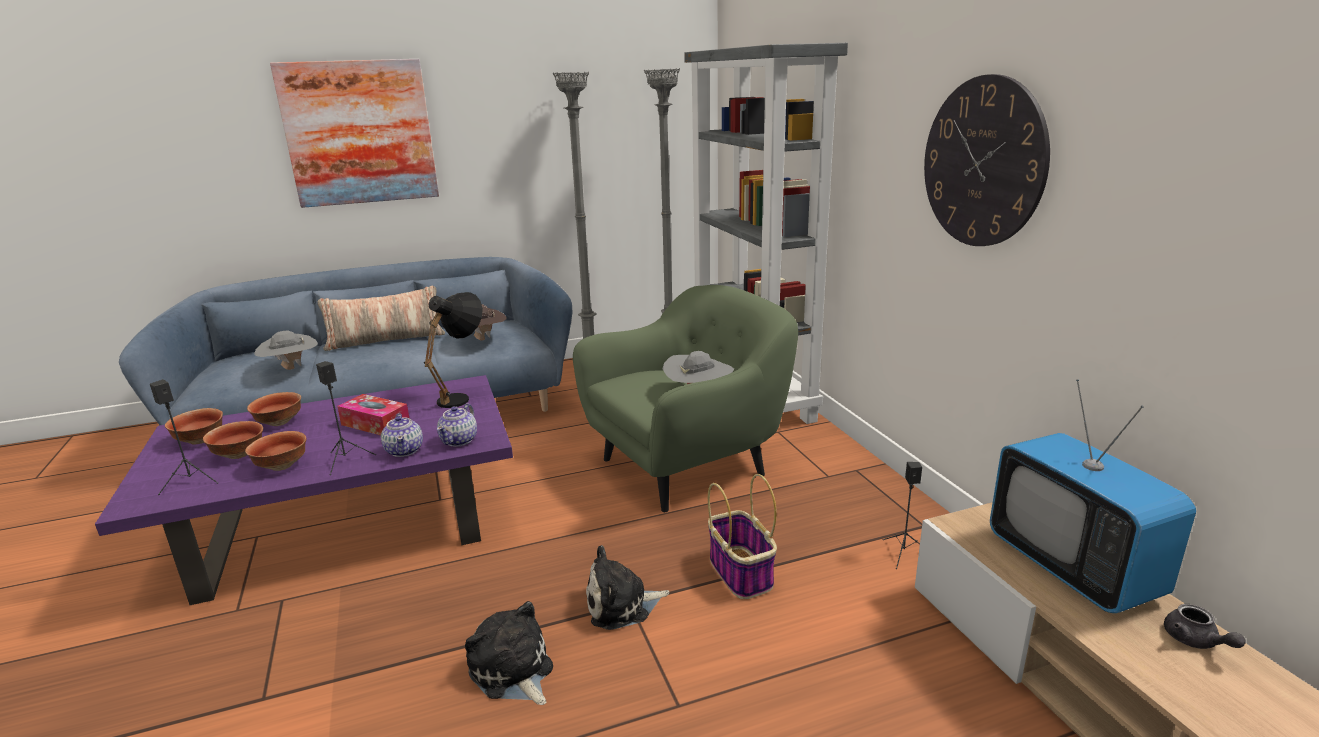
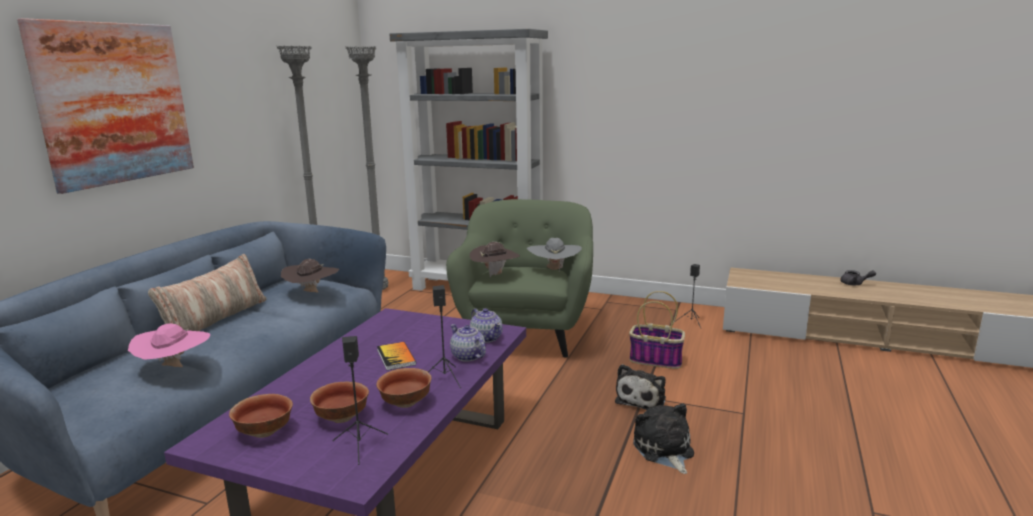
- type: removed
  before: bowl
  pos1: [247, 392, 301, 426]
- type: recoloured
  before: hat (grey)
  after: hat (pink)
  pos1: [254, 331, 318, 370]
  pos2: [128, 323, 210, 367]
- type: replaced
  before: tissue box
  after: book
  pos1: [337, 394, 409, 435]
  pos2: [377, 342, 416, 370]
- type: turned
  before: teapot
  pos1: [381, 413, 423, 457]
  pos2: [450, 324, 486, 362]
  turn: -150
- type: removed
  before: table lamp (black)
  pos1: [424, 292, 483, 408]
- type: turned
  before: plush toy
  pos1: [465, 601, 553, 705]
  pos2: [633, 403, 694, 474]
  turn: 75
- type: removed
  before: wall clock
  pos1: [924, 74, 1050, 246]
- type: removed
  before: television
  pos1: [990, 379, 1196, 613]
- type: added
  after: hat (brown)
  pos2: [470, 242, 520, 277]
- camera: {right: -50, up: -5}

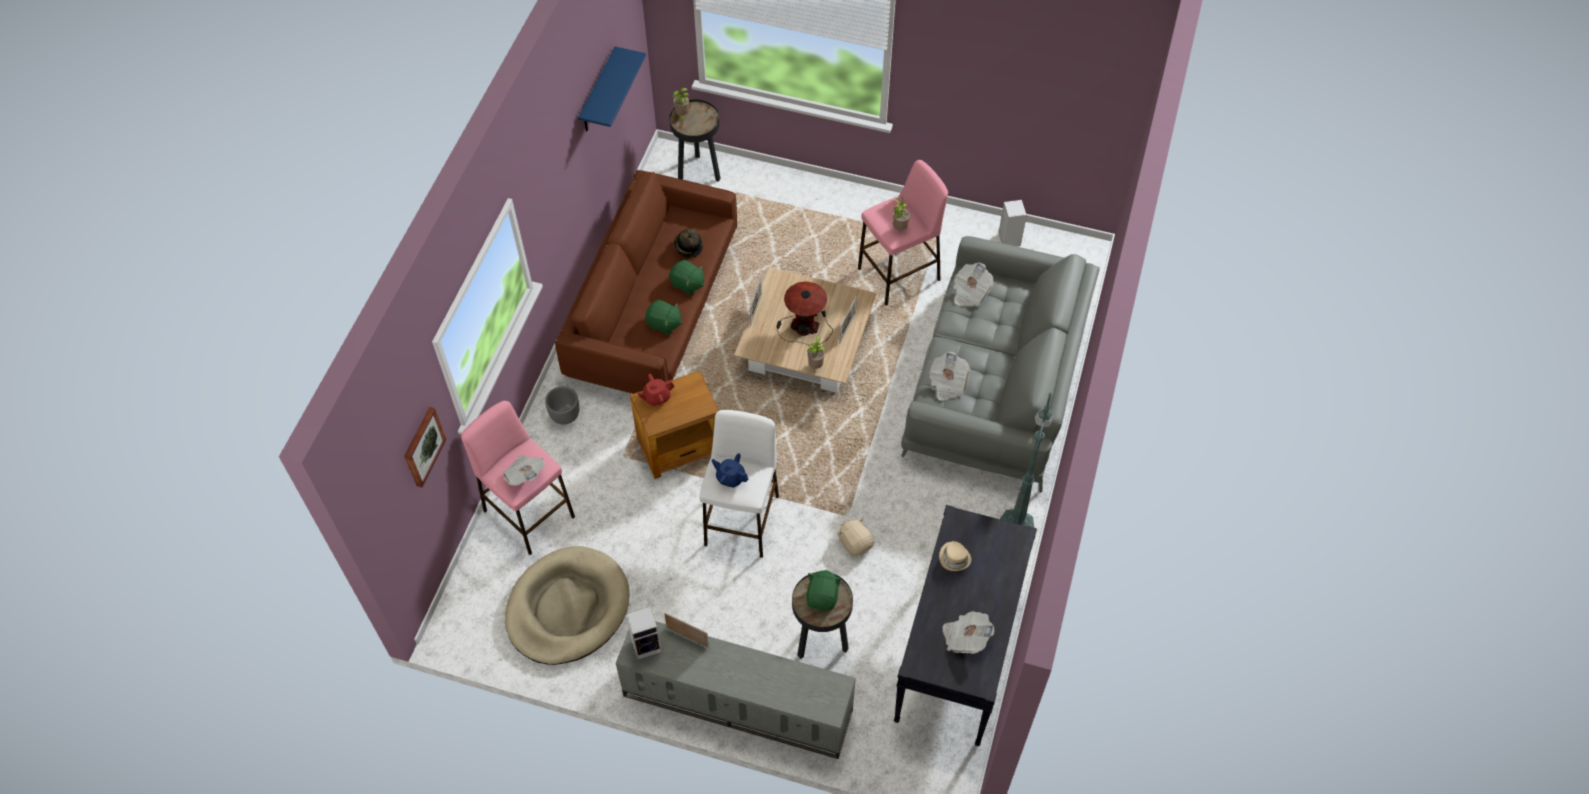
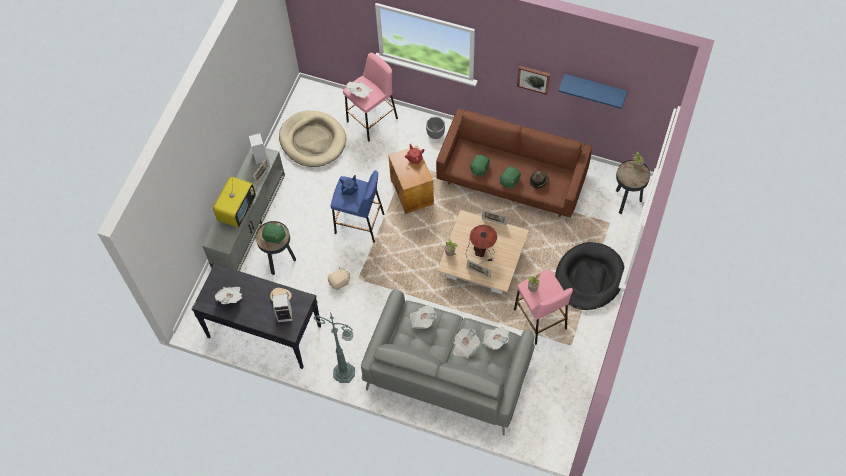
- type: moved
  before: picture
  pos1: [404, 407, 446, 488]
  pos2: [517, 65, 550, 95]
- type: recoloured
  before: stool (white)
  after: stool (blue)
  pos1: [699, 410, 779, 558]
  pos2: [331, 170, 384, 243]
- type: moved
  before: speaker
  pos1: [999, 200, 1027, 246]
  pos2: [273, 294, 292, 322]
- type: added
  after: television
  pos2: [213, 177, 256, 227]
- type: added
  after: newspaper
  pos2: [453, 329, 480, 358]
- type: added
  after: dog bed (black)
  pos2: [555, 242, 625, 310]
- camera: {right: 95, up: 5}

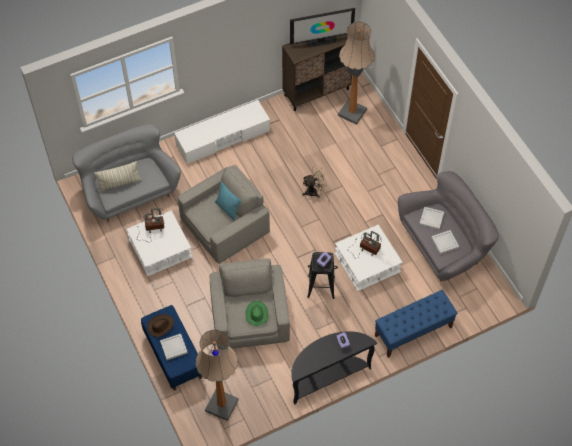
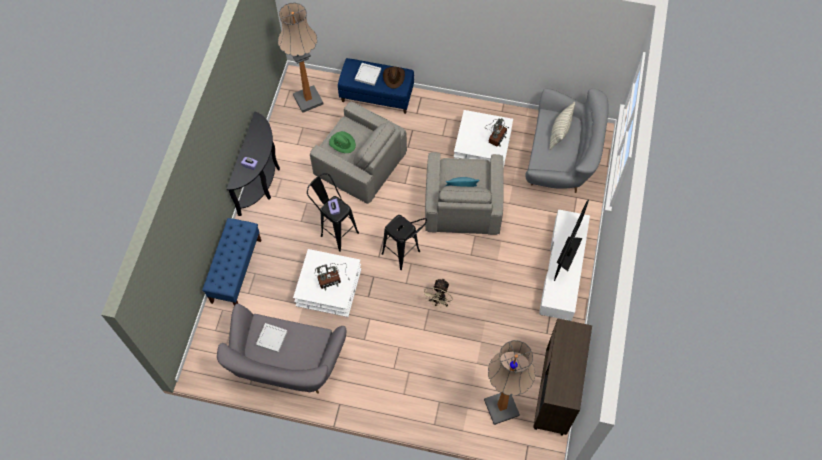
- type: moved
  before: television
  pos1: [290, 8, 355, 47]
  pos2: [554, 199, 589, 281]
- type: removed
  before: tray (white)
  pos1: [419, 207, 444, 230]
- type: added
  after: stool (black)
  pos2: [382, 215, 427, 270]
- camera: {right: 130, up: 5}

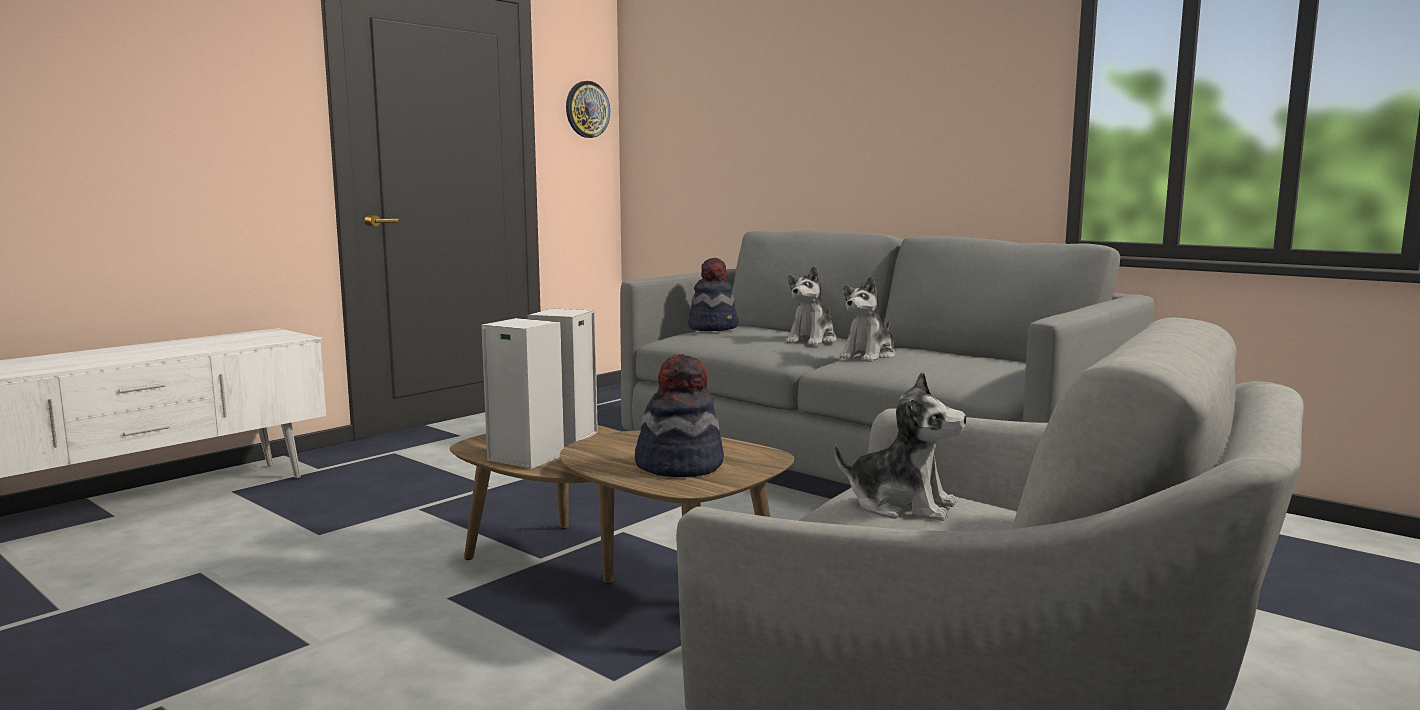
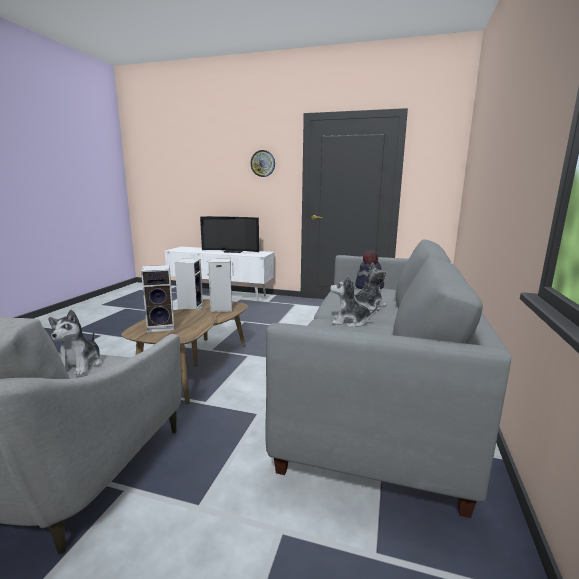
- type: moved
  before: wall clock
  pos1: [566, 81, 610, 138]
  pos2: [251, 150, 275, 177]
- type: replaced
  before: hat
  after: speaker
  pos1: [635, 354, 724, 477]
  pos2: [141, 265, 174, 333]
- type: turned
  before: plush toy
  pos1: [786, 266, 837, 346]
  pos2: [354, 262, 386, 311]
  turn: 135
- type: added
  after: television
  pos2: [200, 216, 259, 253]
- camera: {right: 65, up: 5}

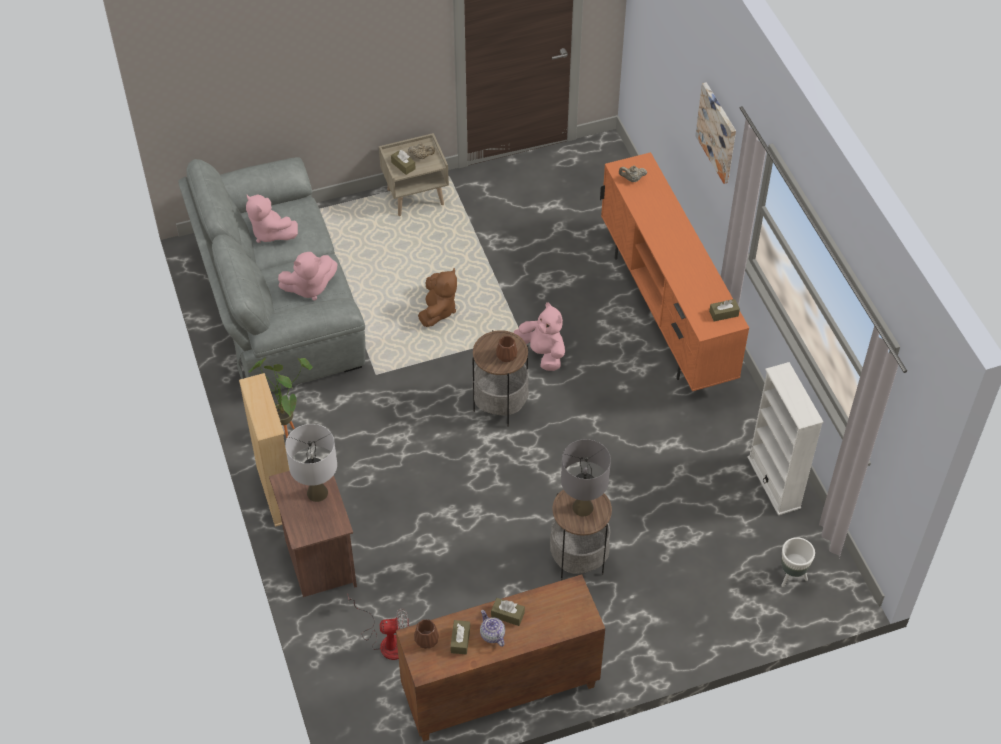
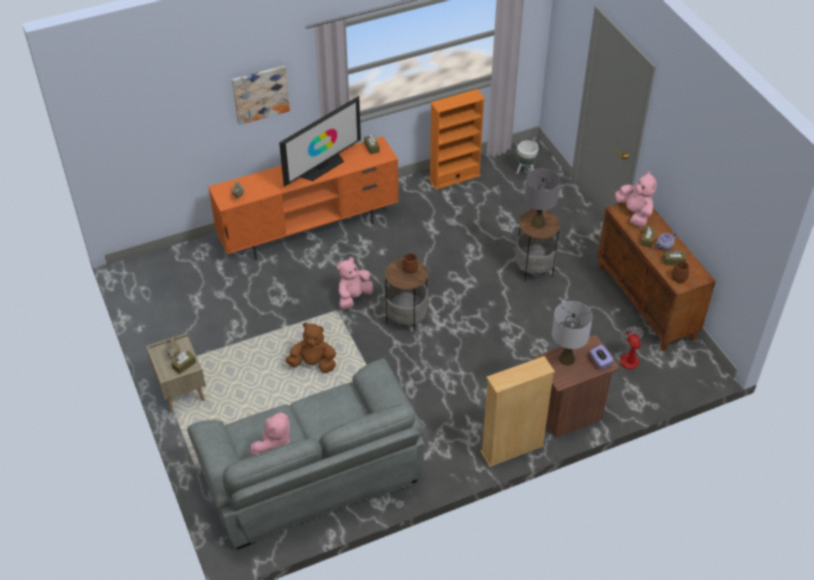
- type: removed
  before: potted plant
  pos1: [248, 357, 312, 439]
- type: moved
  before: plush toy (pink)
  pos1: [278, 252, 338, 301]
  pos2: [615, 170, 657, 227]
- type: recoloured
  before: bookcase (white)
  after: bookcase (orange)
  pos1: [747, 362, 824, 515]
  pos2: [429, 89, 485, 190]
- type: added
  after: television
  pos2: [279, 96, 361, 187]
- type: added
  after: tissue box (purple)
  pos2: [590, 344, 614, 370]
- camera: {right: -95, up: -5}

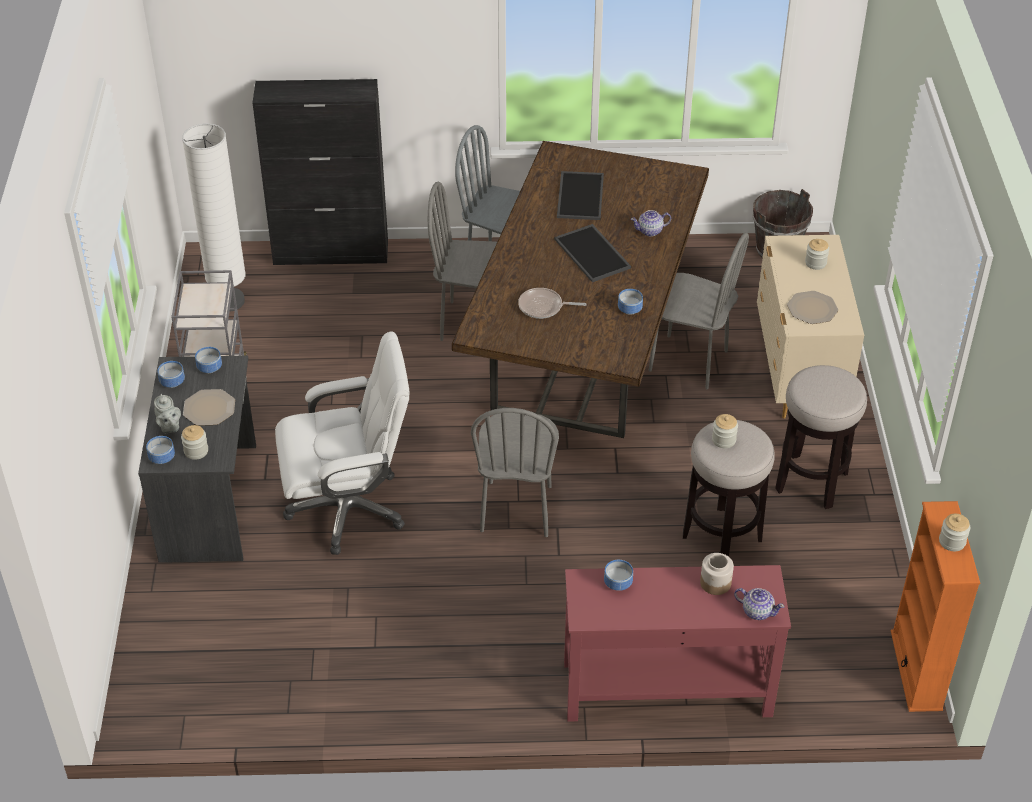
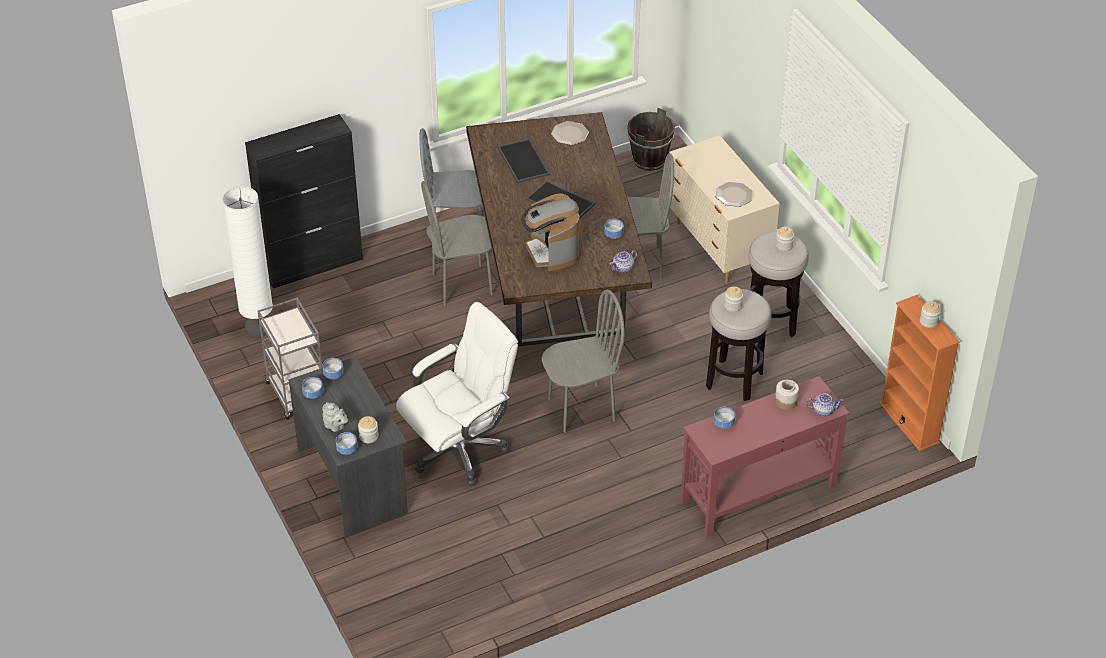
- type: moved
  before: plate
  pos1: [183, 389, 235, 426]
  pos2: [551, 121, 589, 145]
- type: turned
  before: chair (grey)
  pos1: [471, 408, 559, 537]
  pos2: [541, 290, 625, 433]
  turn: -90
- type: replaced
  before: frying pan
  after: coffee machine
  pos1: [518, 288, 587, 319]
  pos2: [522, 193, 580, 271]
- type: moved
  before: teapot
  pos1: [631, 210, 671, 236]
  pos2: [610, 250, 637, 273]
- type: moved
  before: jar
  pos1: [805, 239, 829, 270]
  pos2: [776, 227, 794, 252]
- camera: {right: -25, up: 0}

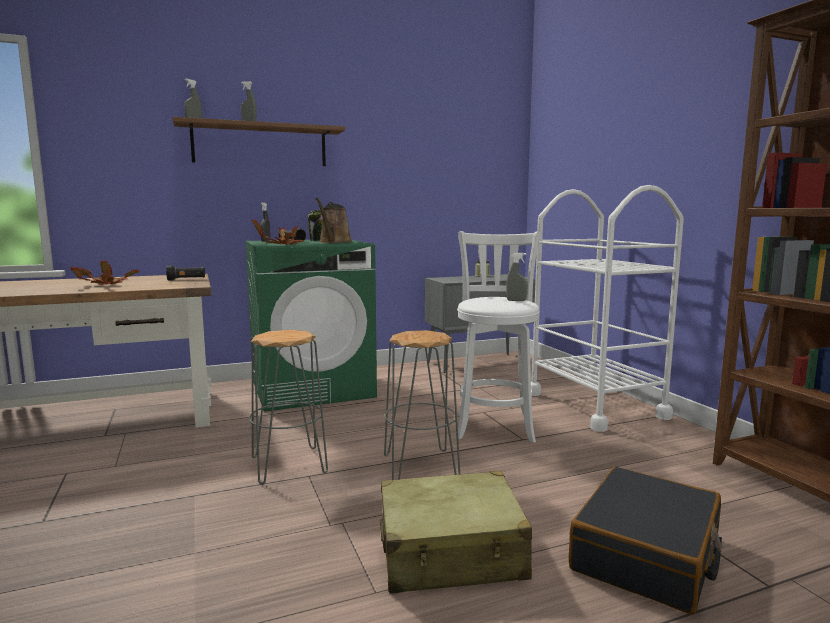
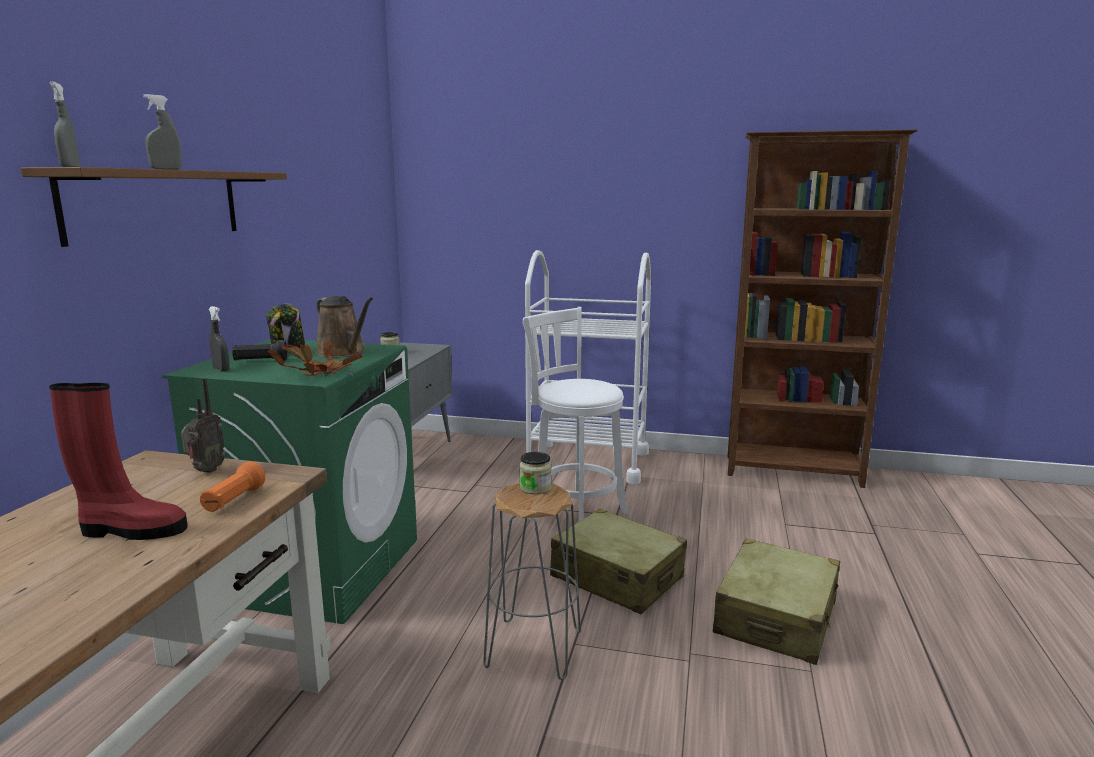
- type: replaced
  before: potted plant
  after: boot (red)
  pos1: [70, 260, 140, 285]
  pos2: [49, 383, 188, 540]
- type: replaced
  before: flashlight (black)
  after: radio
  pos1: [166, 266, 205, 281]
  pos2: [181, 378, 225, 473]
- type: replaced
  before: stool (grey)
  after: suitcase (beige)
  pos1: [384, 330, 460, 480]
  pos2: [550, 509, 687, 614]
- type: removed
  before: spray bottle (grey)
  pos1: [506, 253, 528, 301]
- type: removed
  before: suitcase (black)
  pos1: [568, 467, 722, 614]
- type: added
  after: flashlight (orange)
  pos2: [200, 462, 265, 512]
- type: added
  after: jar
  pos2: [519, 452, 552, 495]
- camera: {right: -55, up: 5}

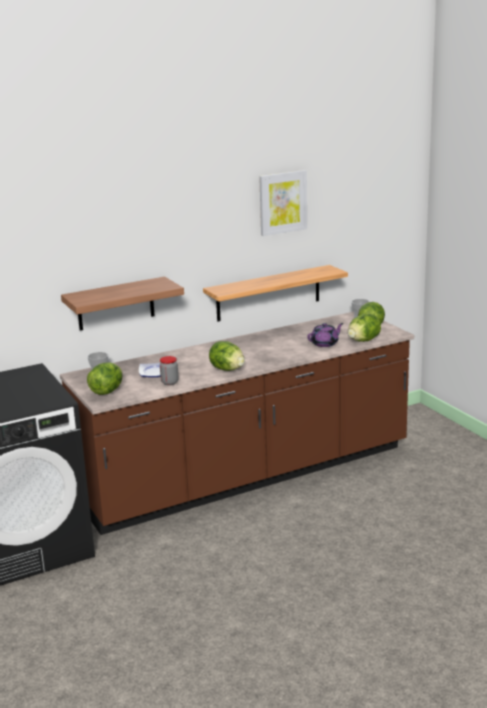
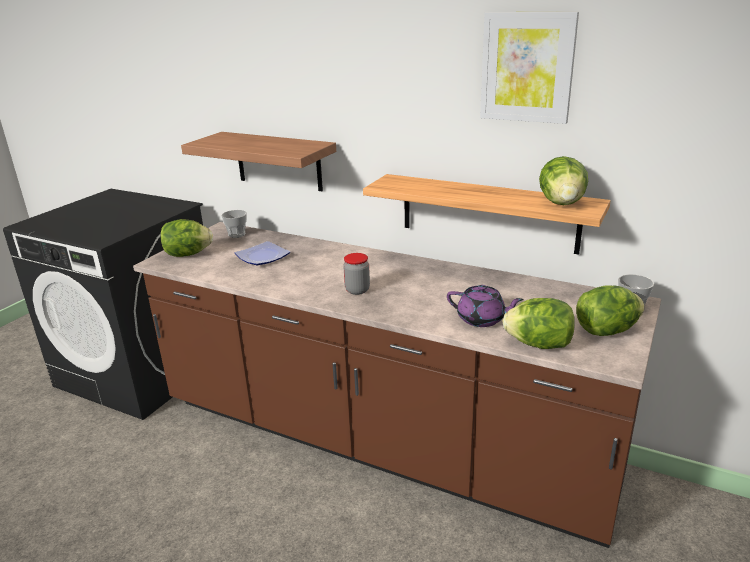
- type: moved
  before: jar
  pos1: [160, 356, 178, 385]
  pos2: [343, 253, 370, 295]
- type: moved
  before: lettuce
  pos1: [209, 341, 245, 371]
  pos2: [539, 156, 588, 205]
- camera: {right: 55, up: 5}

